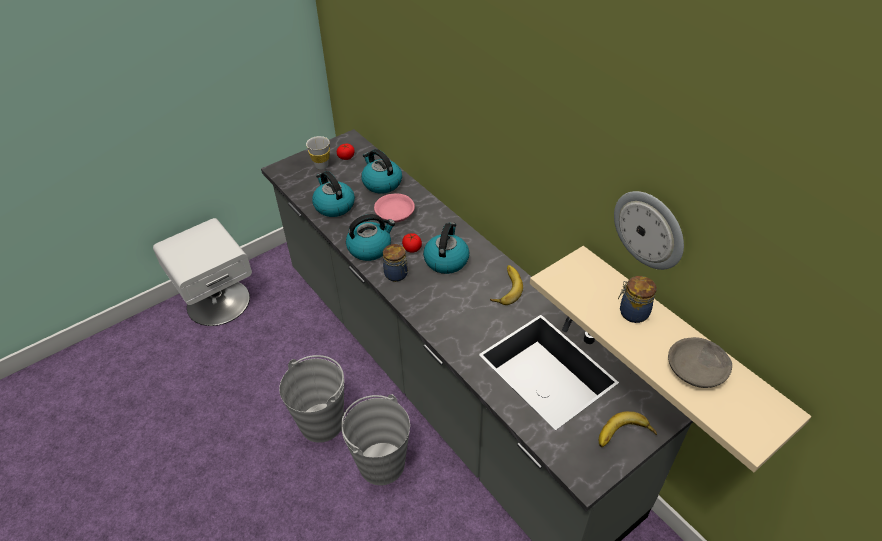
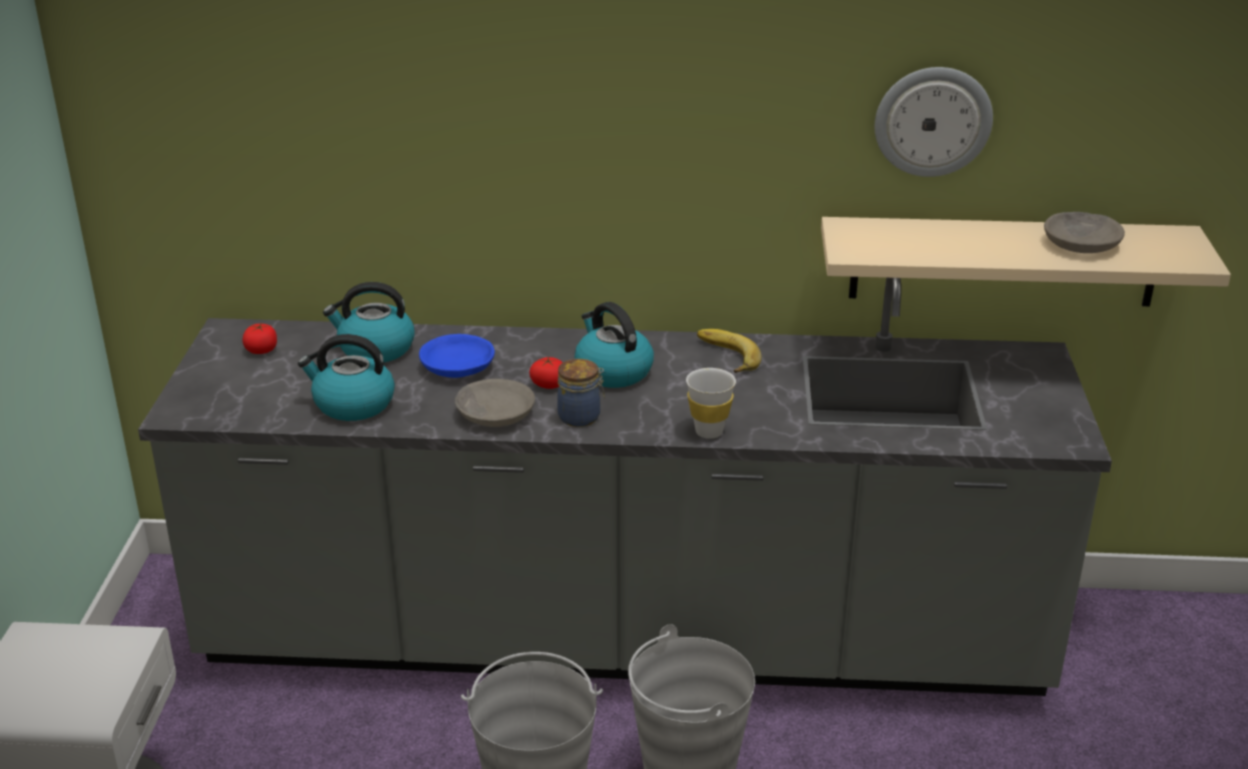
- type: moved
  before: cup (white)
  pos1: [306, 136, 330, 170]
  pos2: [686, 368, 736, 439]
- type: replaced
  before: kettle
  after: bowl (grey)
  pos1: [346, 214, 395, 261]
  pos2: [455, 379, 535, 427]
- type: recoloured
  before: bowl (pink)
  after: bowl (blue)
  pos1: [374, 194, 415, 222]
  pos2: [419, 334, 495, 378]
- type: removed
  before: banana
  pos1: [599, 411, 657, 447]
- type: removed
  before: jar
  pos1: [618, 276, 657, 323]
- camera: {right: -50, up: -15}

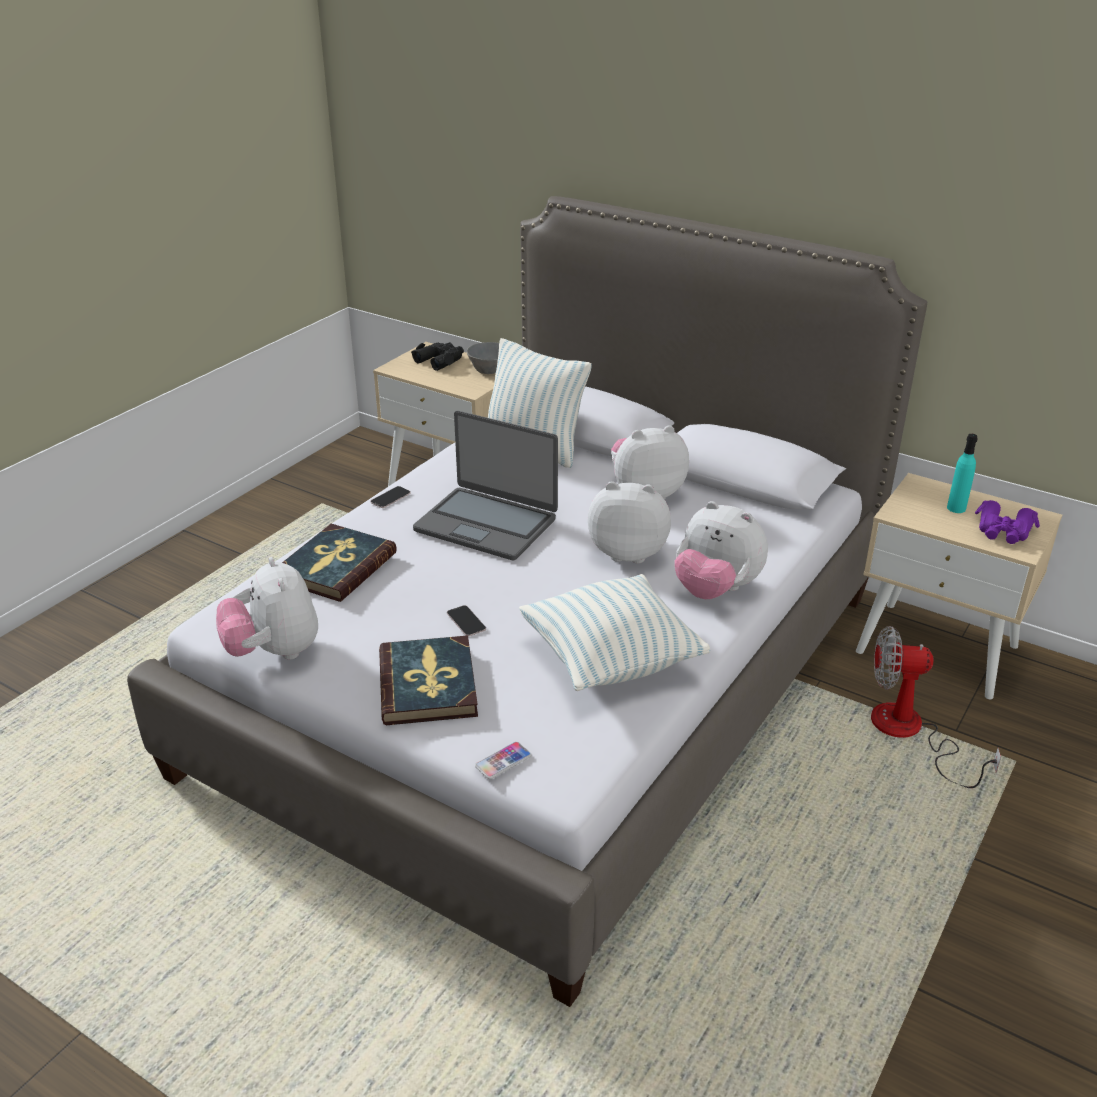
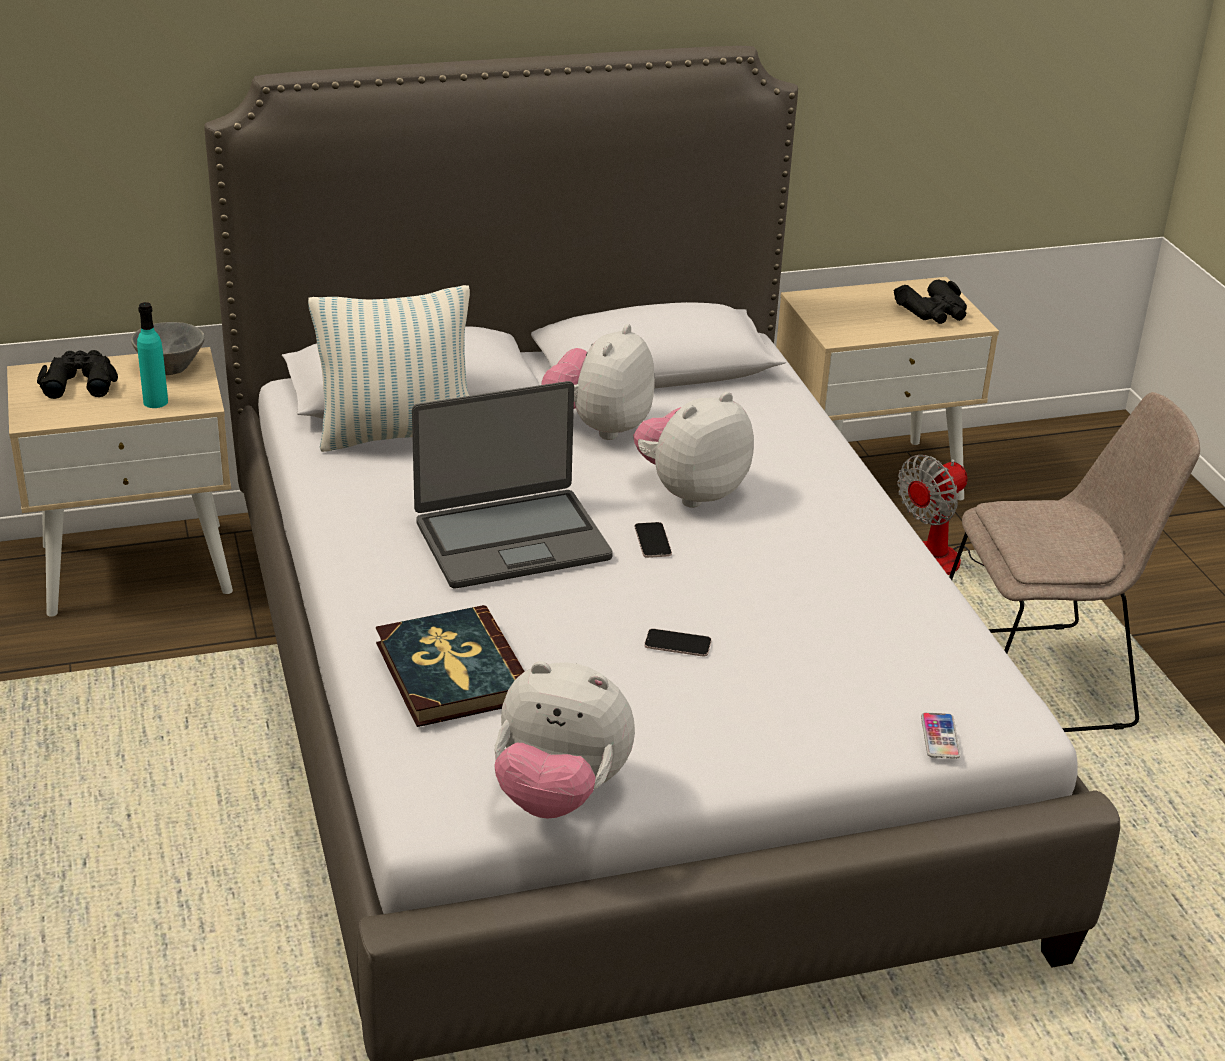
- type: moved
  before: phone
  pos1: [370, 486, 411, 508]
  pos2: [635, 522, 672, 558]
- type: removed
  before: book
  pos1: [379, 636, 478, 725]
- type: removed
  before: pillow
  pos1: [519, 574, 710, 691]
- type: removed
  before: plush toy
  pos1: [674, 501, 768, 599]
- type: moved
  before: bottle (turquoise)
  pos1: [947, 434, 978, 513]
  pos2: [137, 302, 168, 408]
- type: recoloured
  before: binoculars (purple)
  after: binoculars (black)
  pos1: [975, 500, 1040, 544]
  pos2: [894, 280, 967, 324]
- type: added
  after: chair (beige)
  pos2: [949, 392, 1200, 732]
- camera: {right: -50, up: 0}

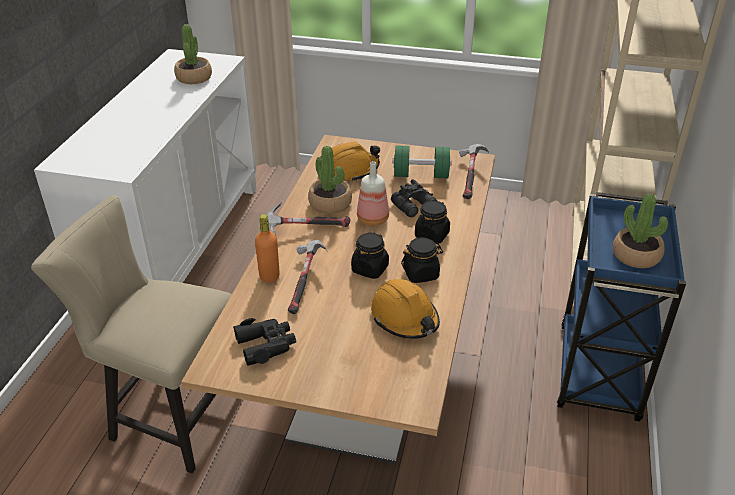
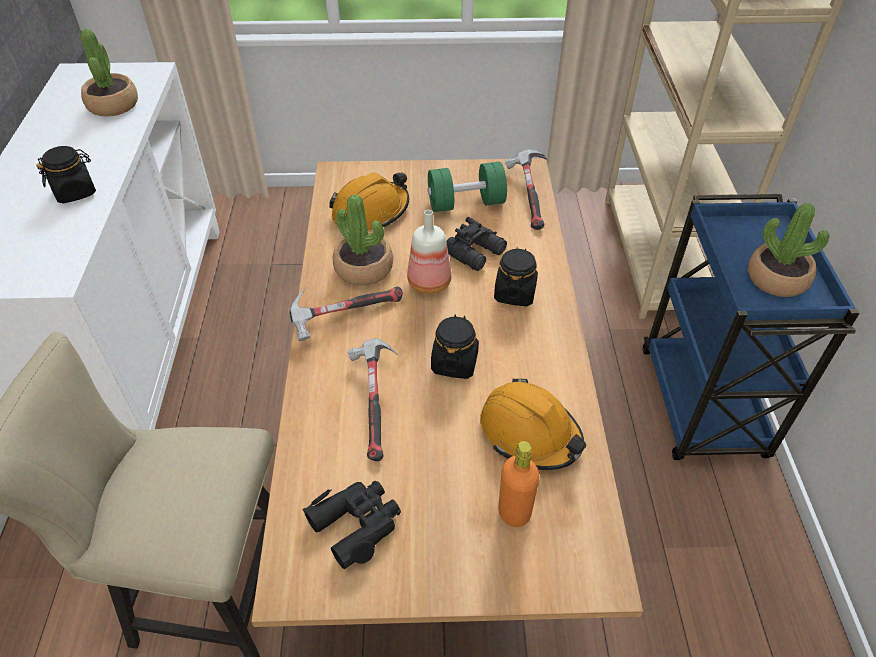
- type: moved
  before: bottle (orange)
  pos1: [255, 214, 280, 283]
  pos2: [498, 441, 539, 527]
- type: moved
  before: jar (black)
  pos1: [401, 237, 443, 283]
  pos2: [36, 146, 96, 203]
- camera: {right: -15, up: 10}

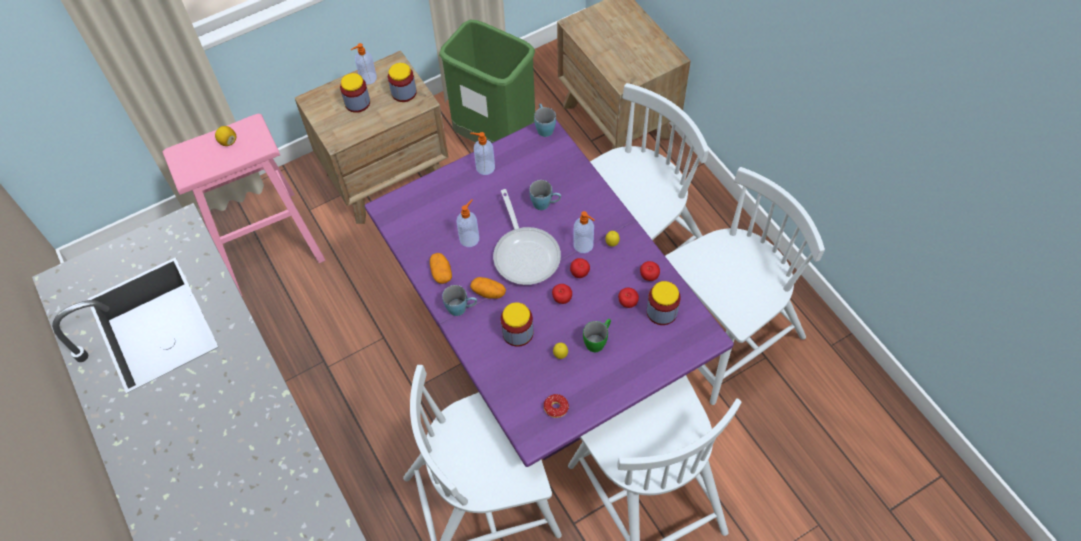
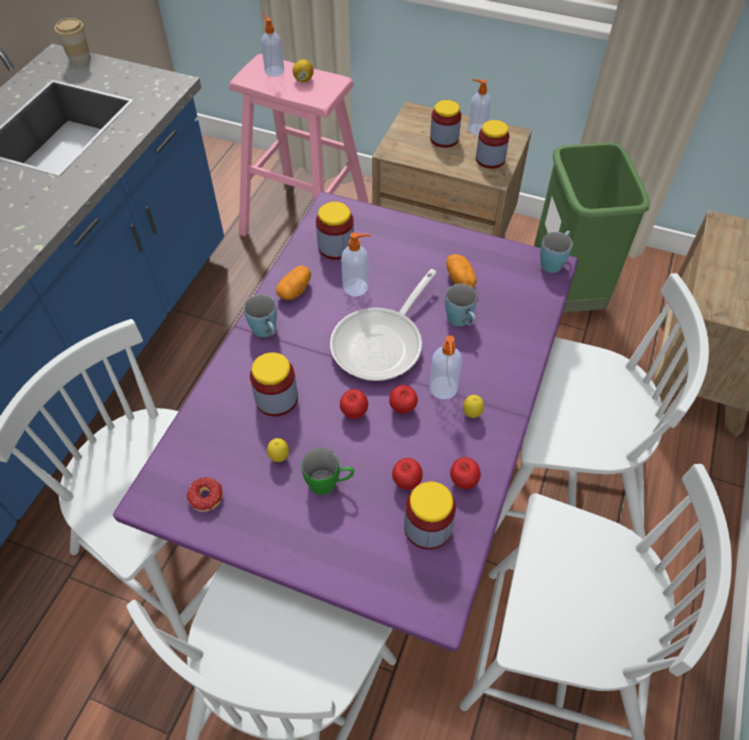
- type: moved
  before: soap dispenser
  pos1: [470, 132, 495, 175]
  pos2: [261, 14, 284, 77]
- type: moved
  before: potato
  pos1: [470, 277, 506, 299]
  pos2: [446, 254, 477, 288]
- type: added
  after: cup
  pos2: [54, 18, 91, 66]
- type: added
  after: jar
  pos2: [316, 202, 354, 260]
- camera: {right: 50, up: -5}

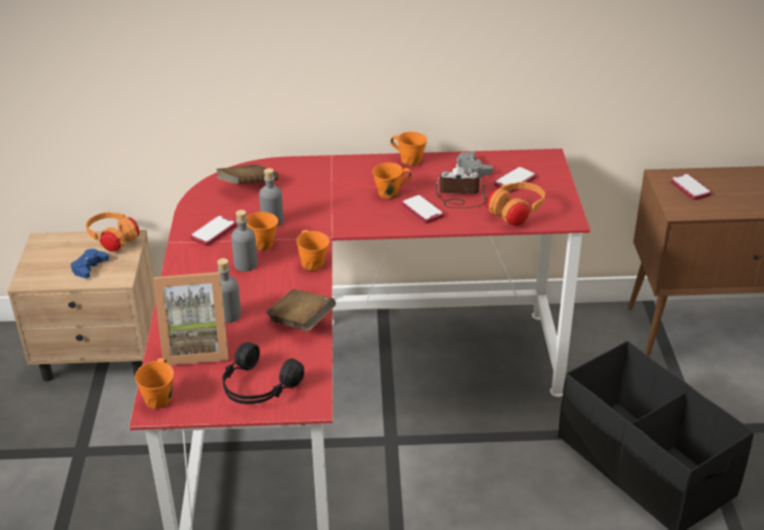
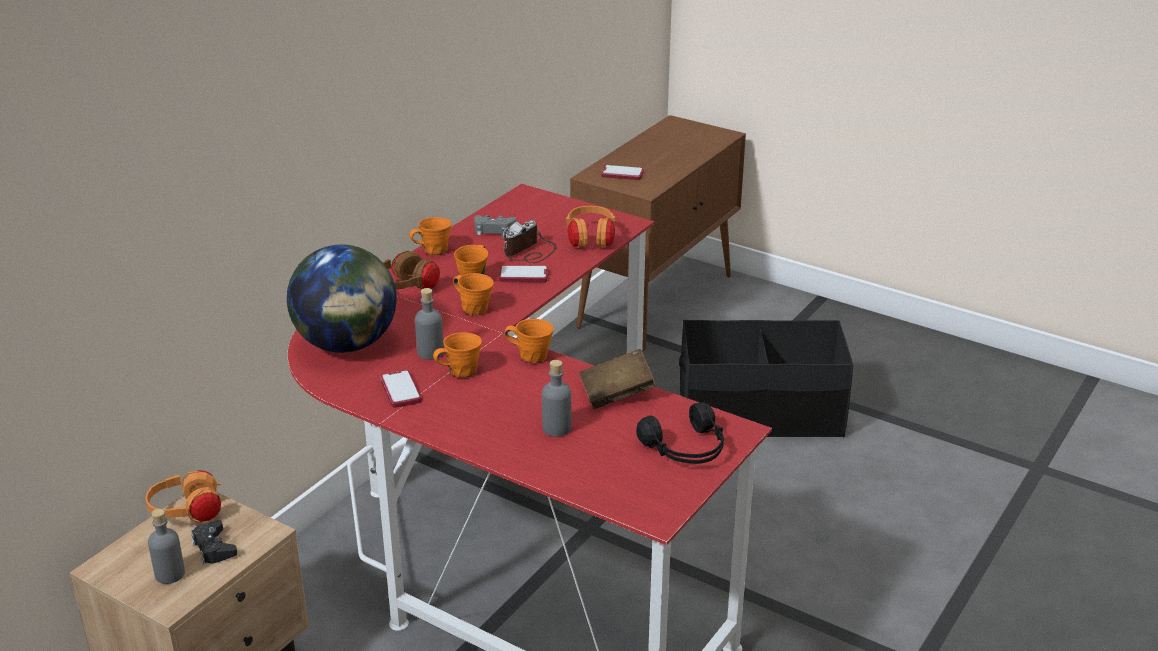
- type: recoloured
  before: game controller (blue)
  after: game controller (black)
  pos1: [71, 249, 109, 278]
  pos2: [191, 520, 237, 564]
- type: moved
  before: mug (orange)
  pos1: [135, 358, 174, 409]
  pos2: [453, 273, 494, 315]
- type: removed
  before: picture frame
  pos1: [153, 272, 228, 365]
- type: replaced
  before: book (brown)
  after: globe
  pos1: [216, 164, 278, 185]
  pos2: [287, 245, 397, 353]
- type: moved
  before: bottle (grey)
  pos1: [231, 210, 258, 272]
  pos2: [148, 509, 185, 584]
- type: removed
  before: phone
  pos1: [494, 167, 536, 193]
- type: added
  after: headphones (brown)
  pos2: [383, 251, 440, 289]
- camera: {right: -55, up: -5}

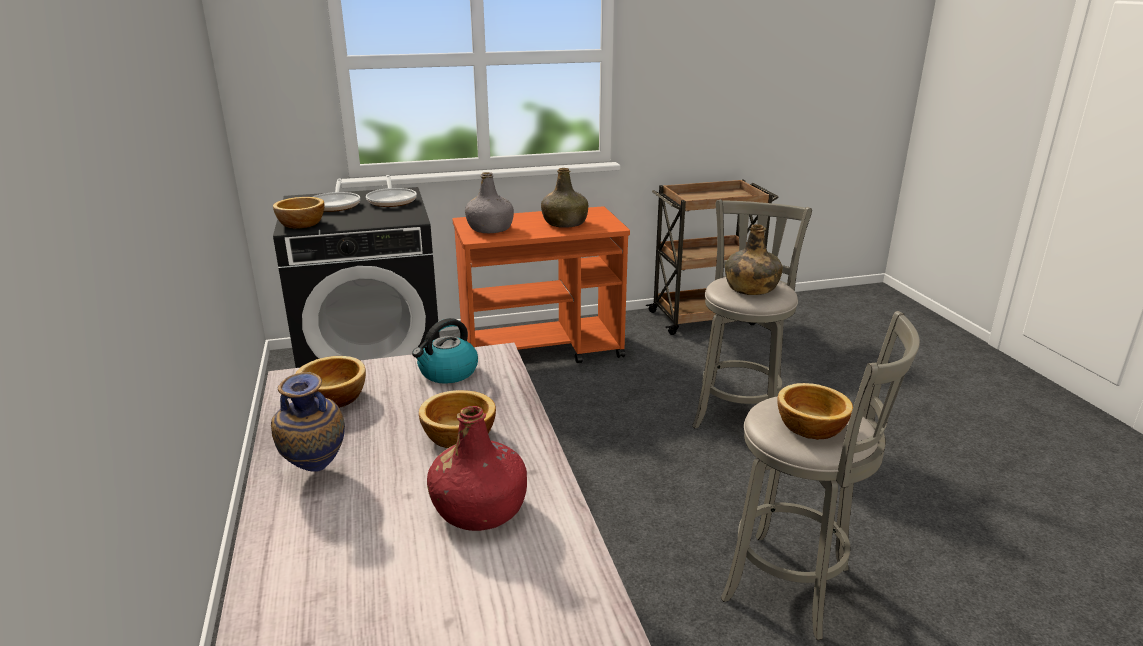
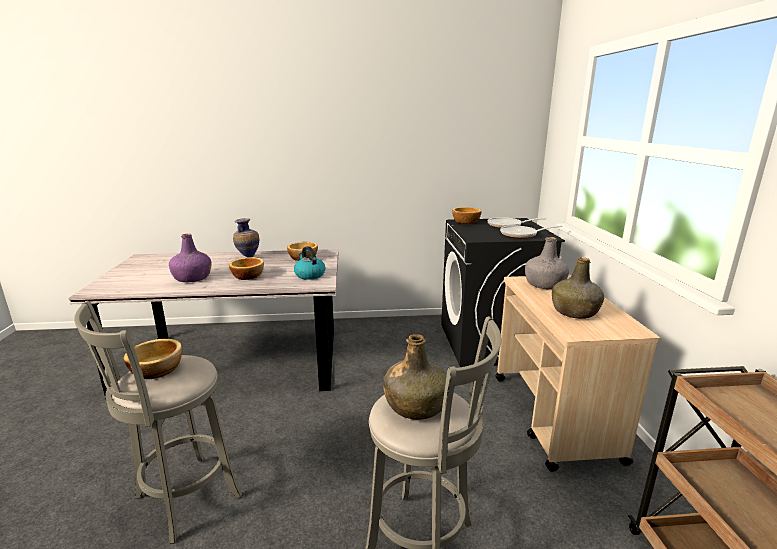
- type: recoloured
  before: bottle (red)
  after: bottle (purple)
  pos1: [427, 406, 527, 531]
  pos2: [169, 233, 211, 282]
- type: recoloured
  before: cart (orange)
  after: cart (beige)
  pos1: [452, 207, 630, 363]
  pos2: [495, 275, 660, 472]
- camera: {right: 100, up: -5}

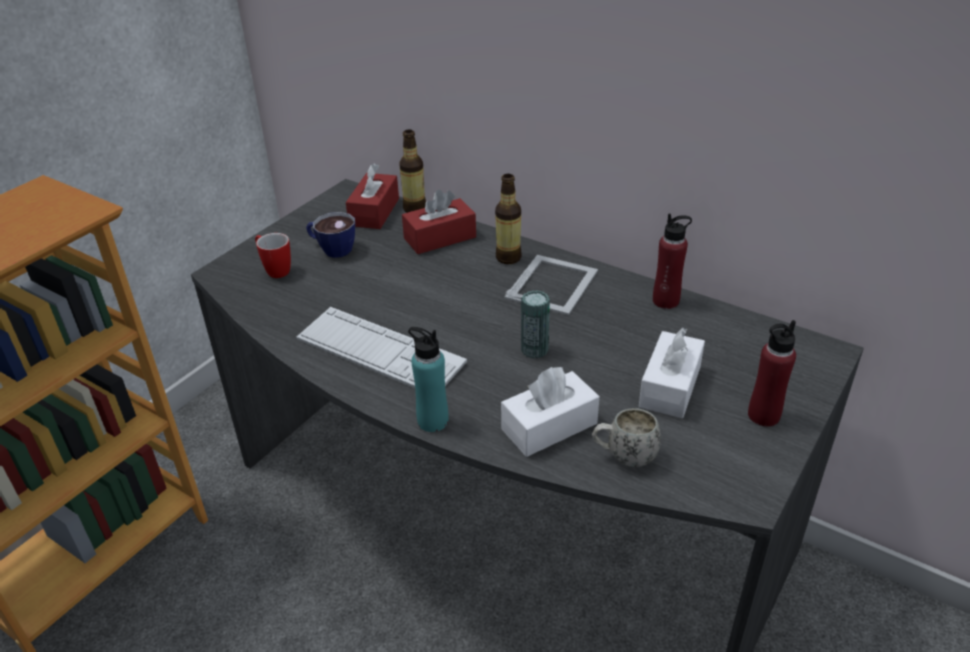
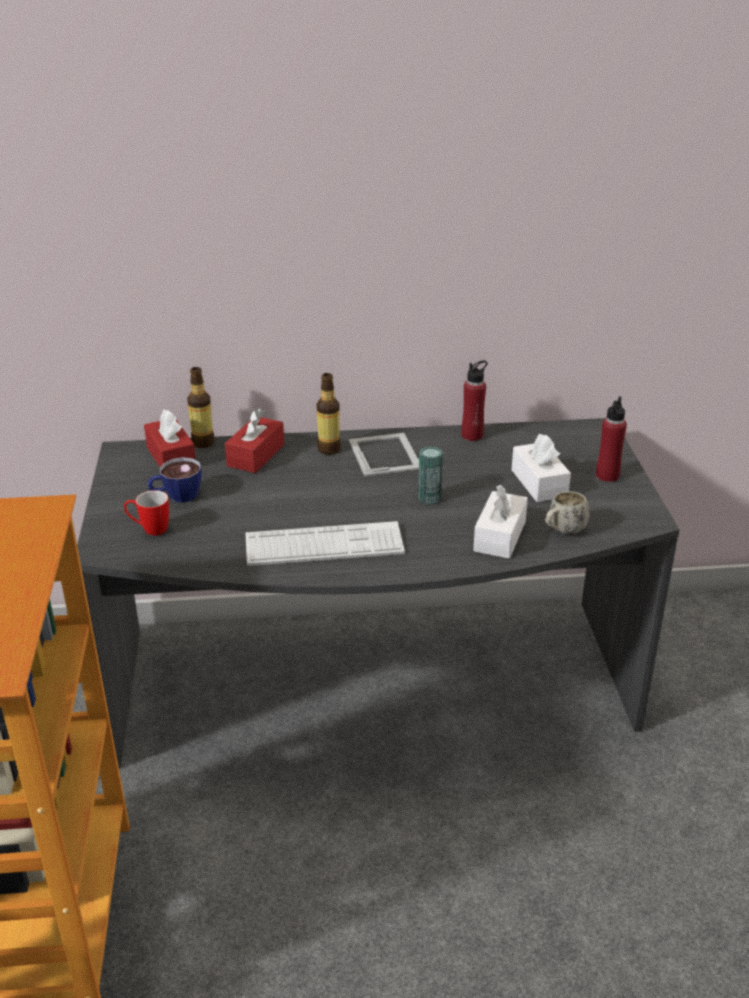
- type: removed
  before: bottle (turquoise)
  pos1: [408, 327, 449, 432]
- camera: {right: -40, up: -5}

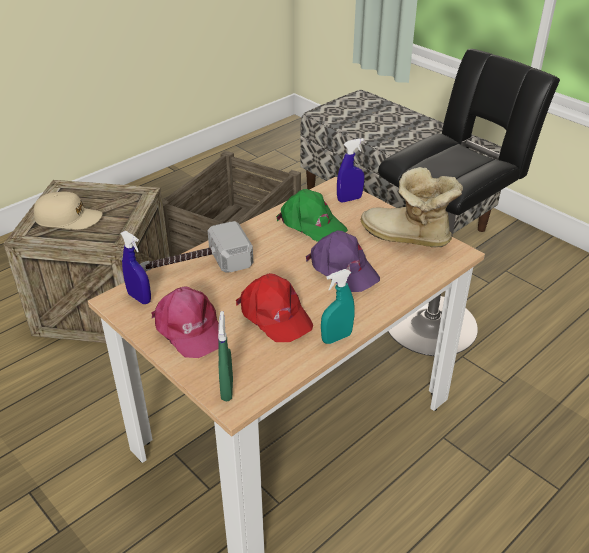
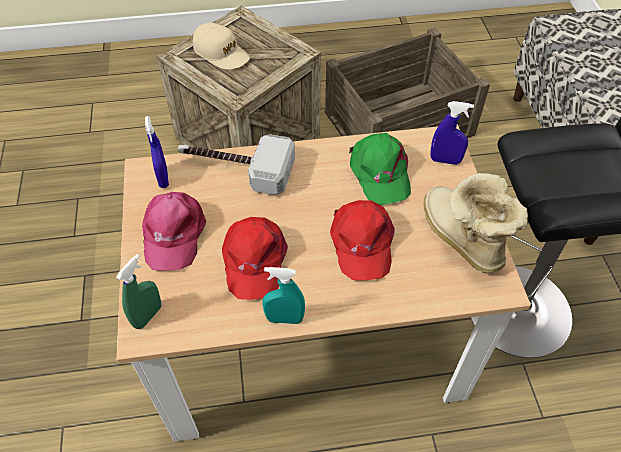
- type: recoloured
  before: cap (purple)
  after: cap (red)
  pos1: [306, 230, 380, 292]
  pos2: [330, 200, 395, 281]
- camera: {right: 35, up: 15}

